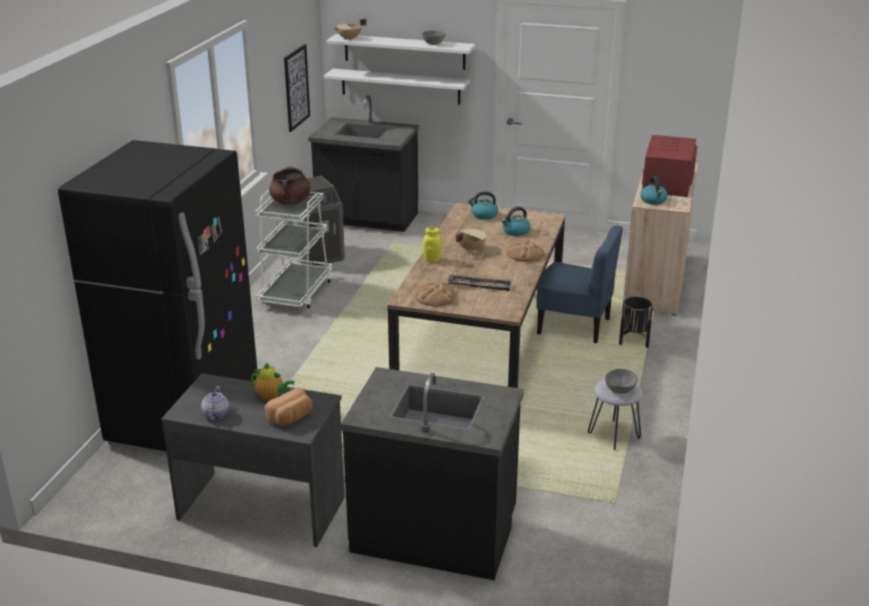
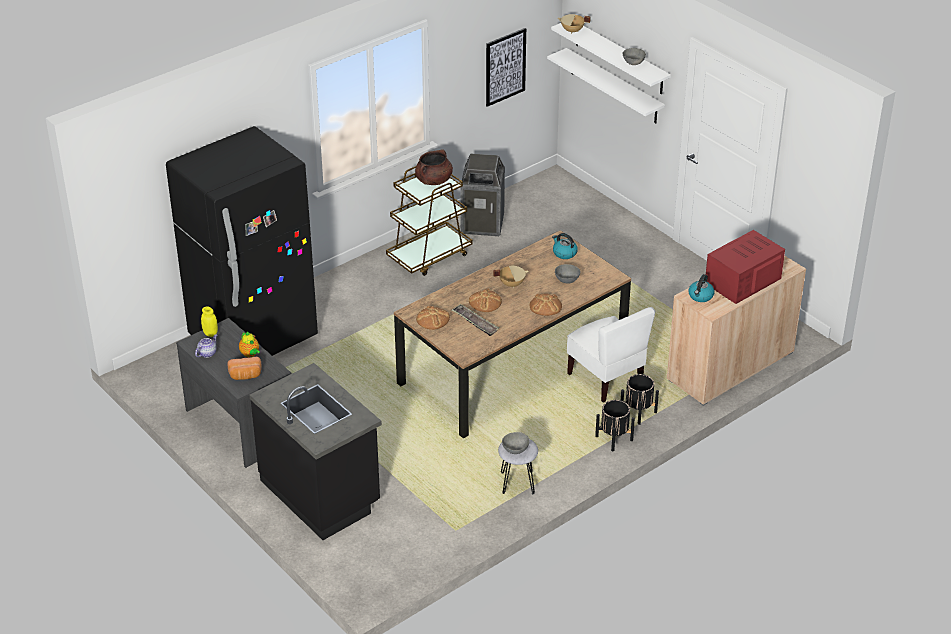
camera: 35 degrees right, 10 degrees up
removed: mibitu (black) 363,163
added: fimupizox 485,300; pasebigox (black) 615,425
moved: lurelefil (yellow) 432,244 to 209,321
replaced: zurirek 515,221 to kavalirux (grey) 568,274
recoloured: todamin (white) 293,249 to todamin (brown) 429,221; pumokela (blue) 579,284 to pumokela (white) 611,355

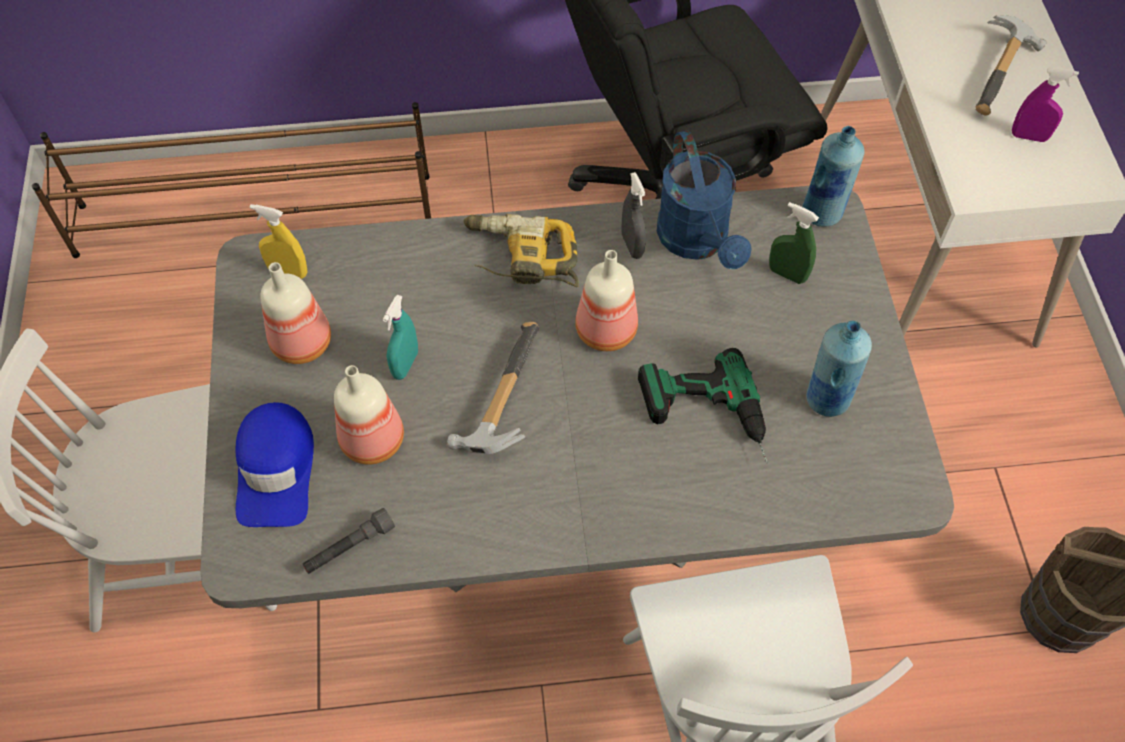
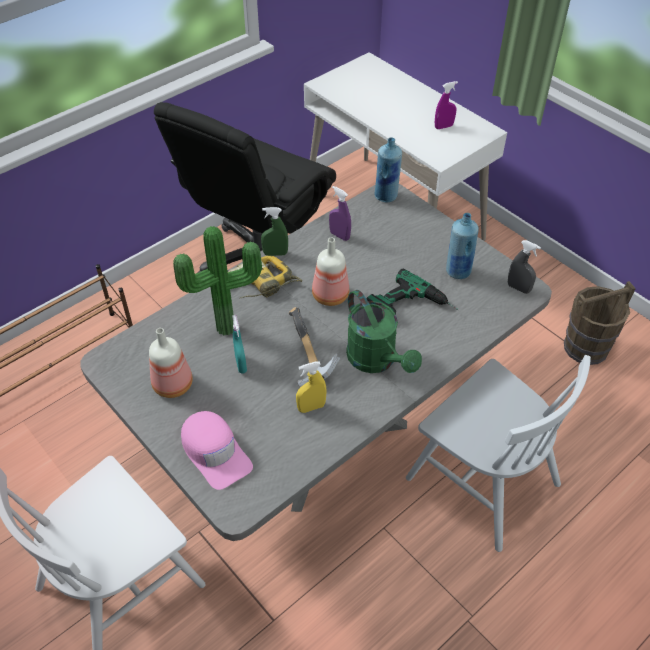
camera: 35 degrees left, 10 degrees down
removed: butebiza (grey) 349,541; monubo 369,415; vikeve 1010,65
added: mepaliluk 217,281; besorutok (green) 384,331
moved: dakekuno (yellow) 279,241 to 311,387; dakekuno (grey) 634,215 to 524,267; dakekuno (green) 794,243 to 274,231
replaced: besorutok (blue) 704,199 to dakekuno (purple) 340,213
recoloured: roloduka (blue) 275,464 to roloduka (pink) 217,450

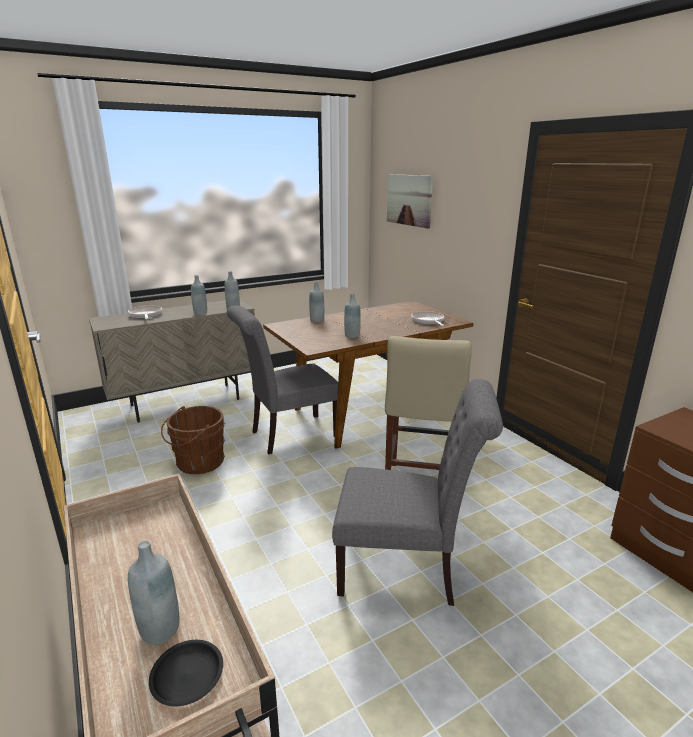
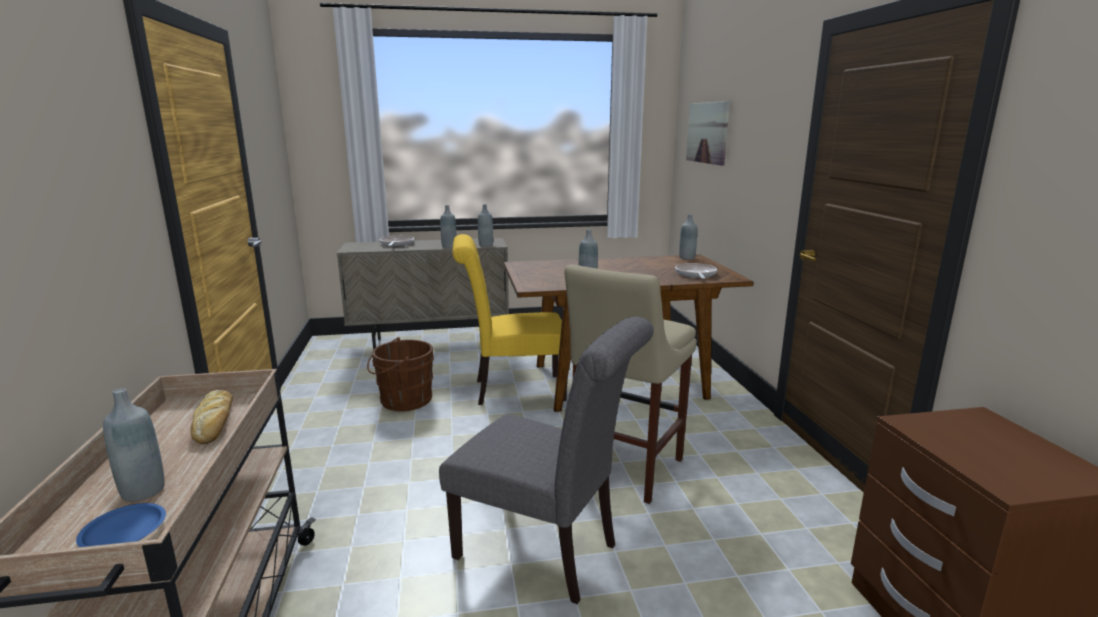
camera: 20 degrees right, 5 degrees down
added: fimupizox 211,417
moved: monubo (grey) 316,302 to 688,236
recoloured: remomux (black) 186,673 to remomux (blue) 121,525; pumokela (grey) 282,379 to pumokela (yellow) 509,319

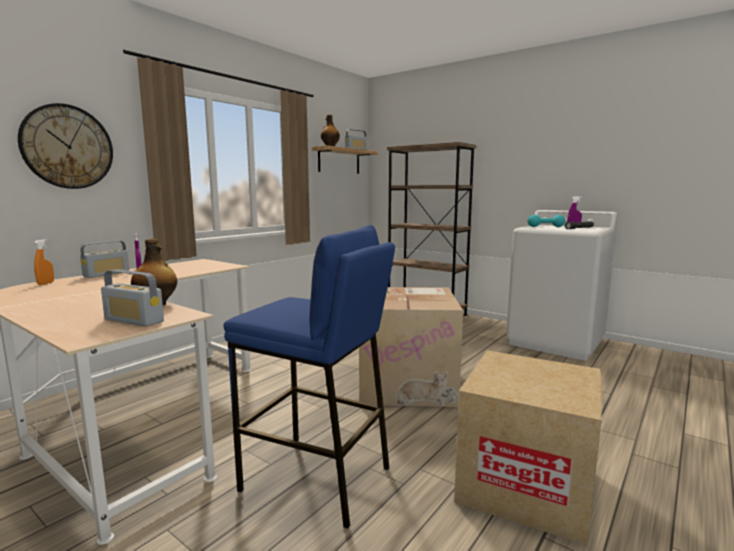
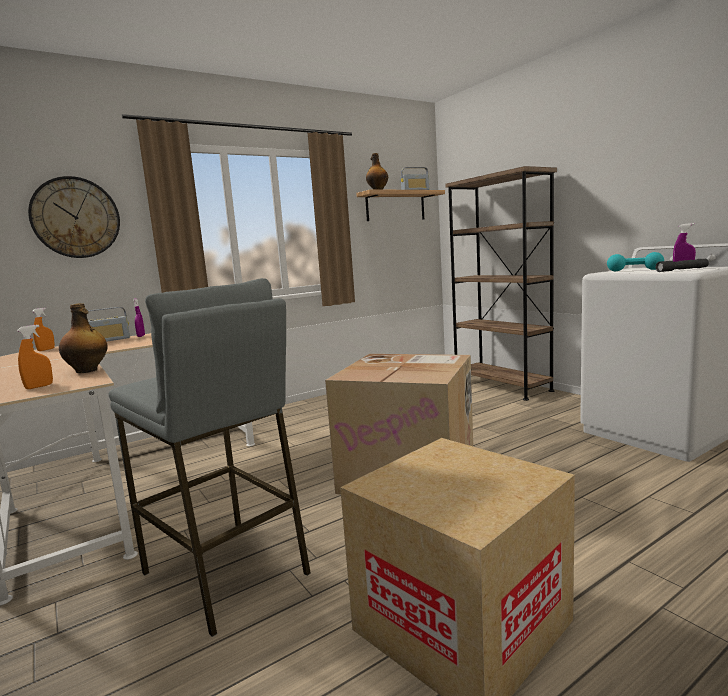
camera: 20 degrees right, 0 degrees up
replaced: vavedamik 132,298 to dakekuno (orange) 35,357
recoloured: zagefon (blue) 309,377 to zagefon (grey) 209,457

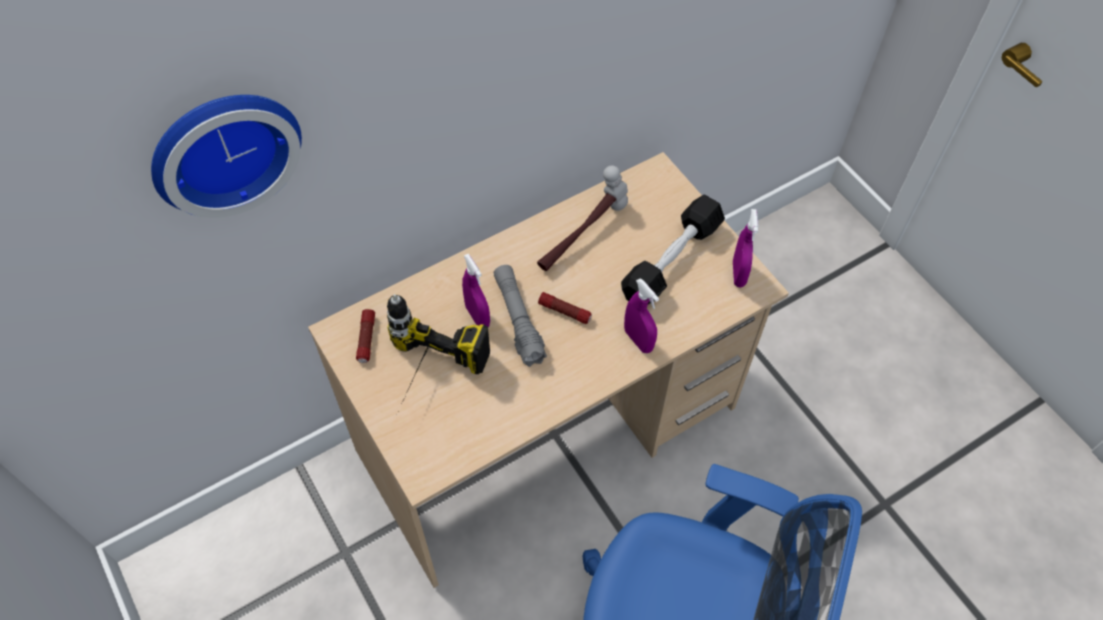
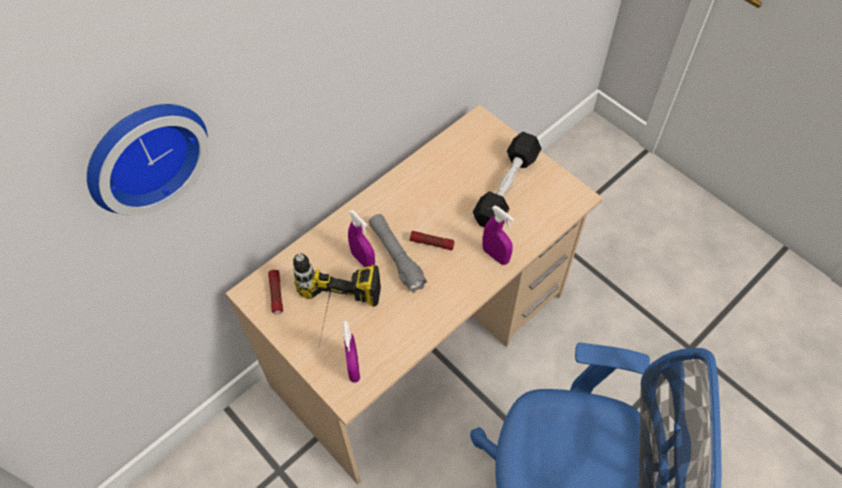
camera: 10 degrees left, 0 degrees up
removed: vikeve 582,218
moved: dakekuno (purple) 746,248 to 351,352

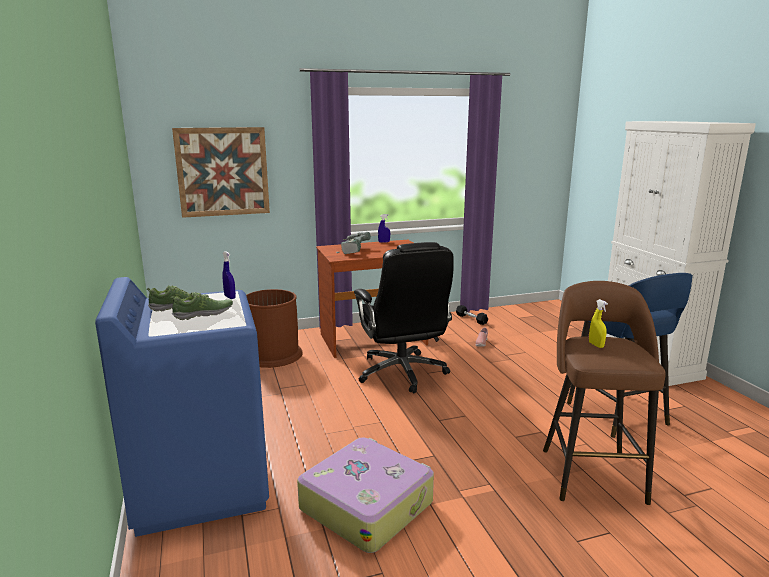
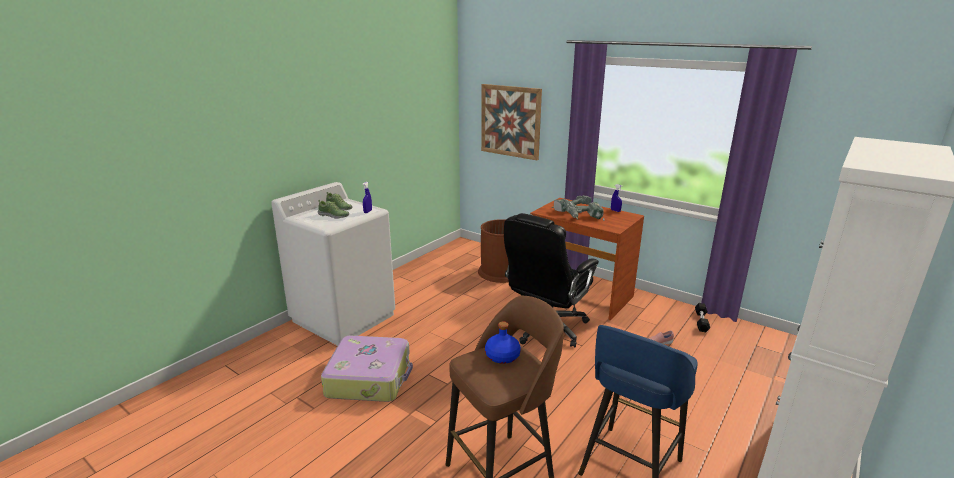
camera: 55 degrees right, 5 degrees up
added: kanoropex 585,211
replaced: dakekuno (yellow) 598,323 to monubo (blue) 503,342
recoloured: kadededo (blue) 182,407 to kadededo (white) 333,264

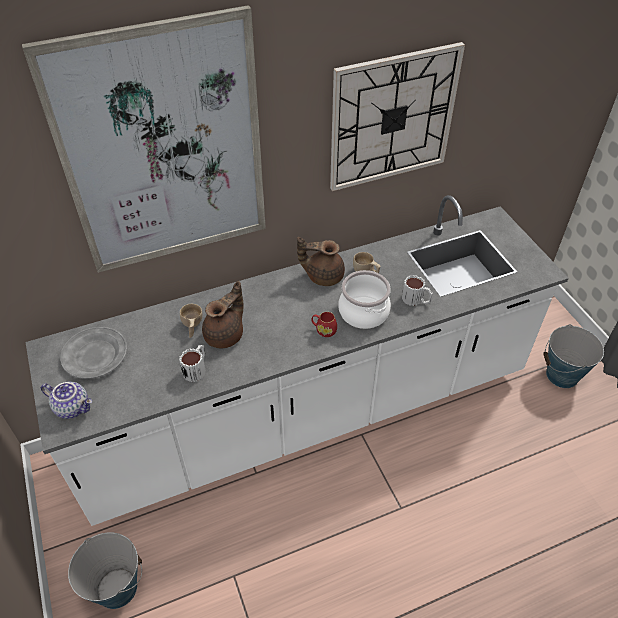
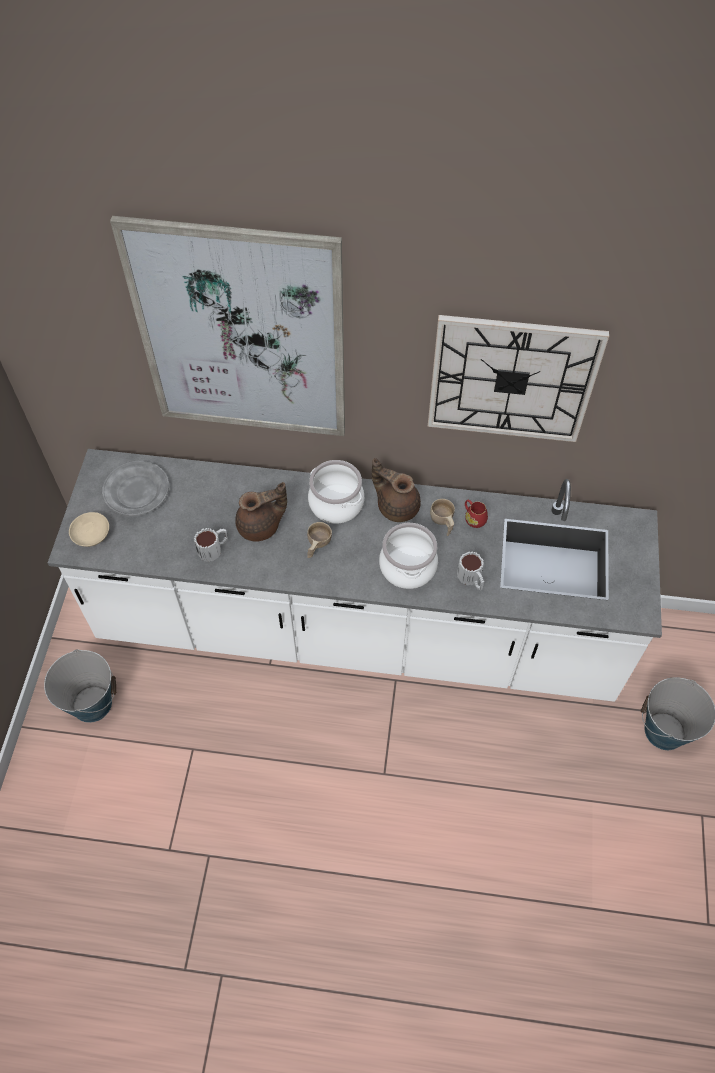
camera: 30 degrees right, 10 degrees up
added: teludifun 336,492
moved: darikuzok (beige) 191,321 to 319,540; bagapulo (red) 324,324 to 476,514
replaced: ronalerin 66,400 to kavalirux (beige) 89,529

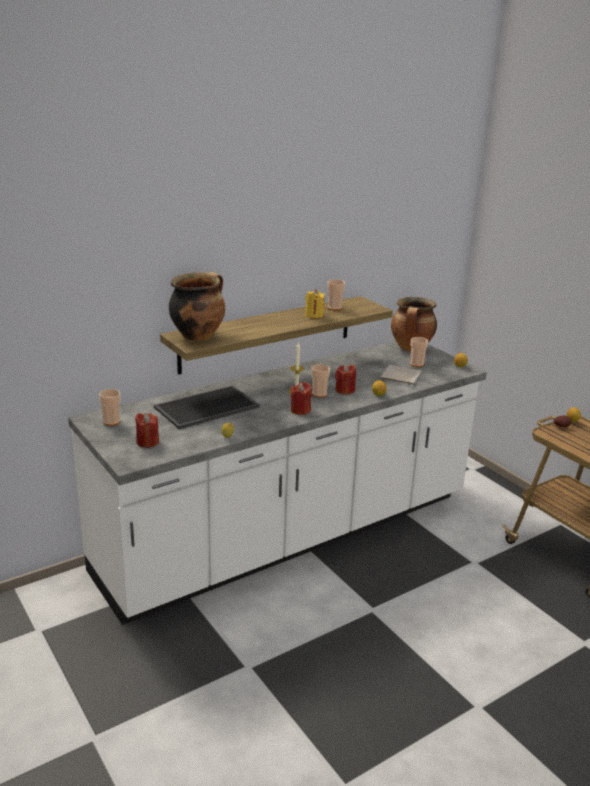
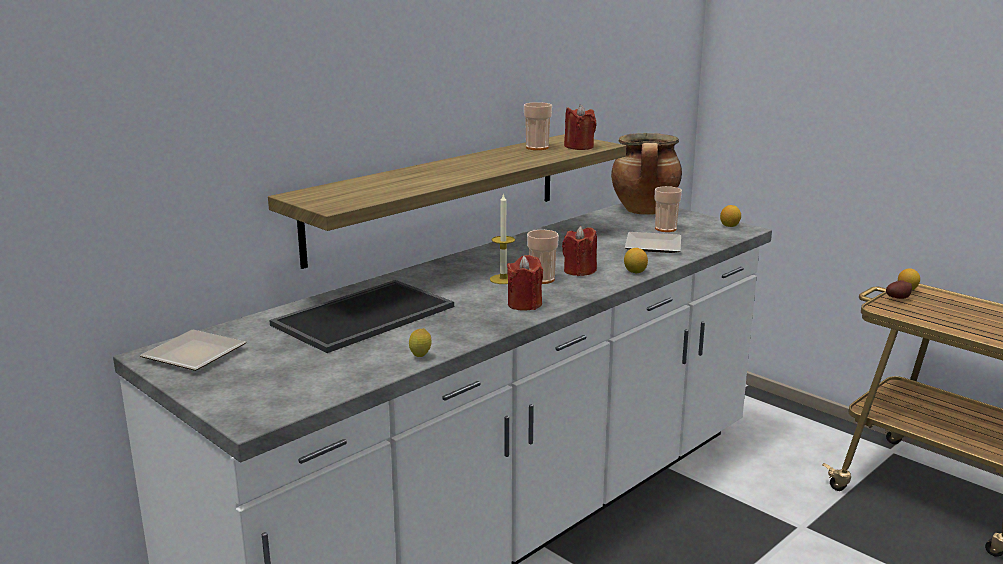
camera: 10 degrees left, 5 degrees down
removed: teludifun 197,306; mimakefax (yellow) 315,304
moved: mimakefax (red) 147,430 to 580,127
replaced: darikuzok 110,407 to remomux 193,350

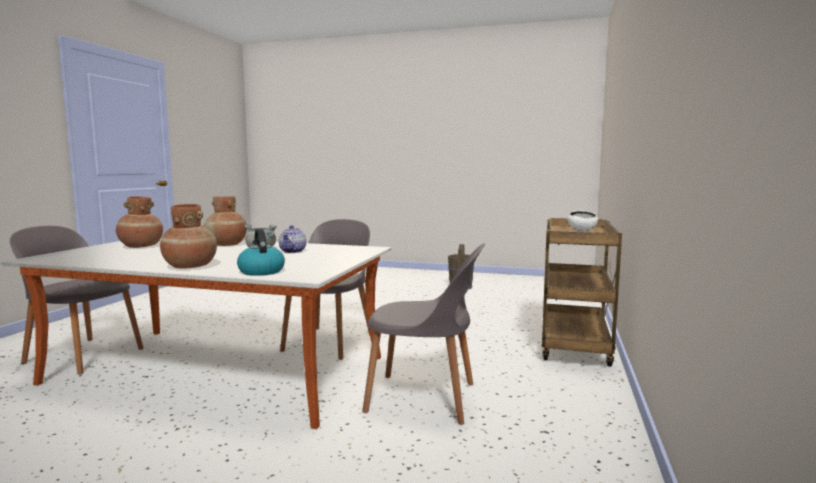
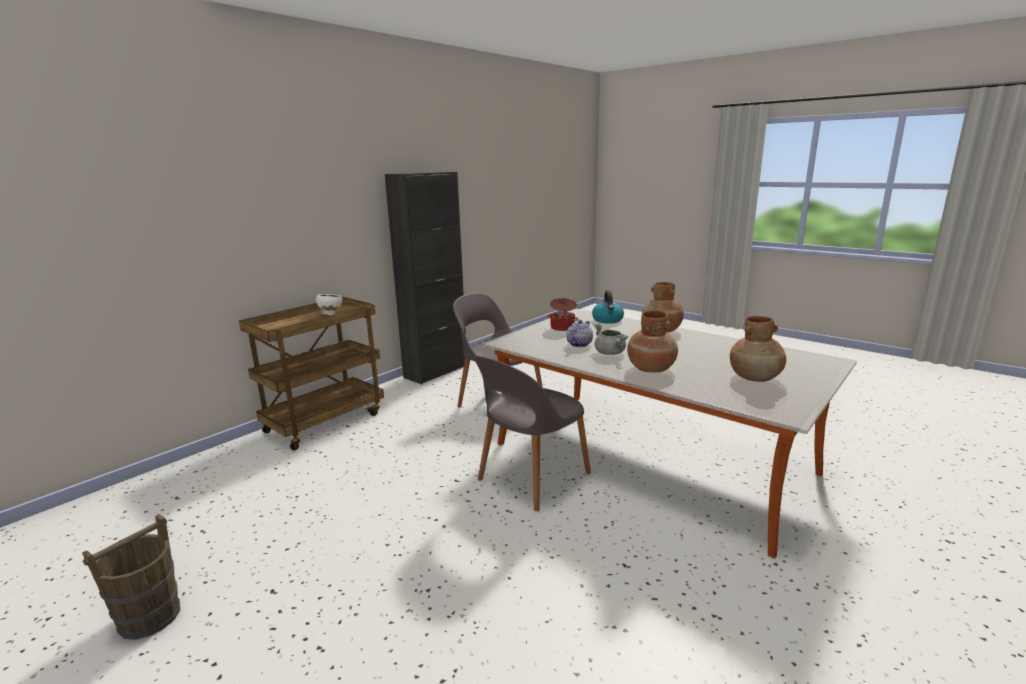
camera: 155 degrees left, 10 degrees up
removed: pumokela (grey) 77,300
added: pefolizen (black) 425,278; teludifun 563,314

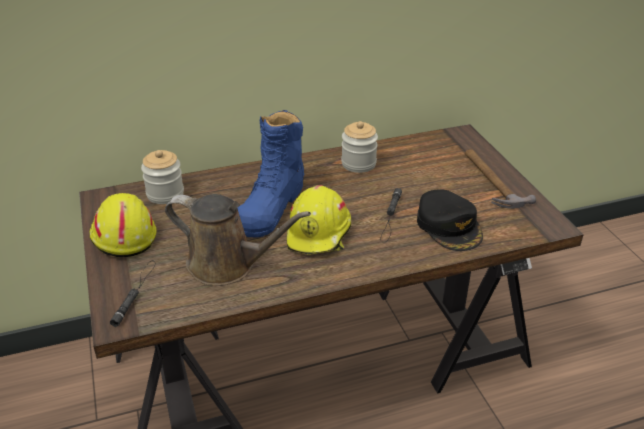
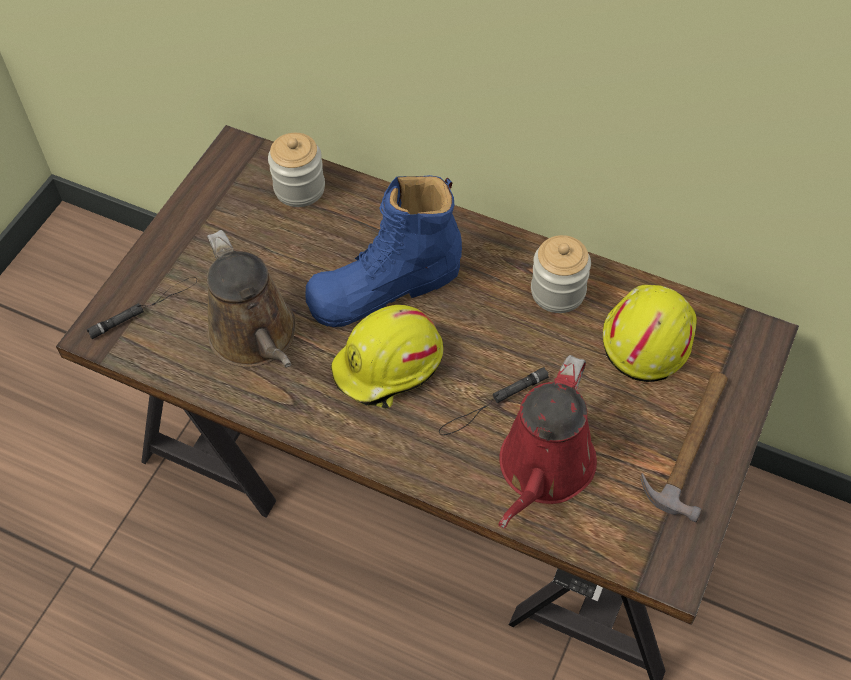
camera: 45 degrees right, 20 degrees up
moved: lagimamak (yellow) 123,225 to 650,333
replaced: roloduka (black) 450,220 to besorutok (red) 547,441

